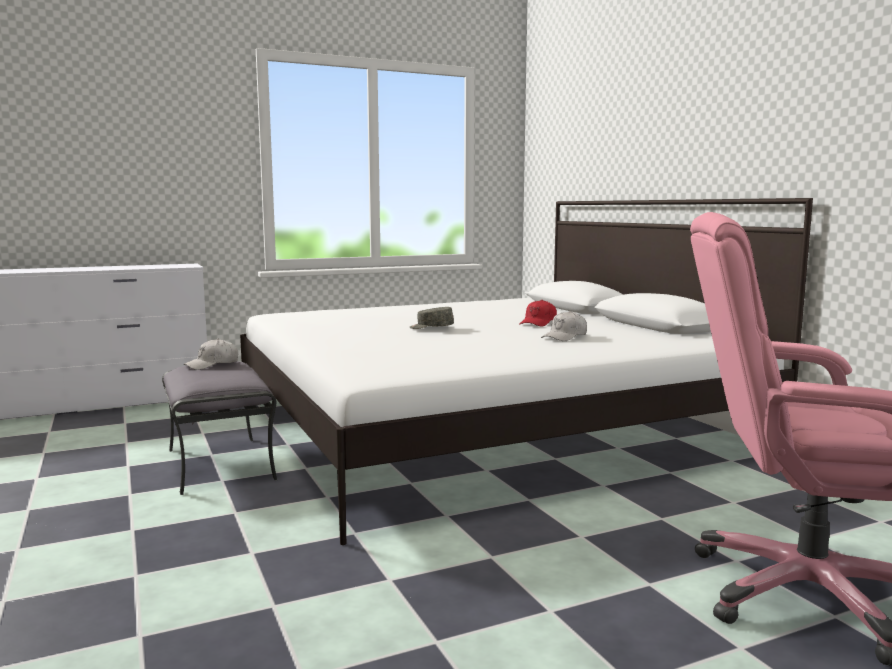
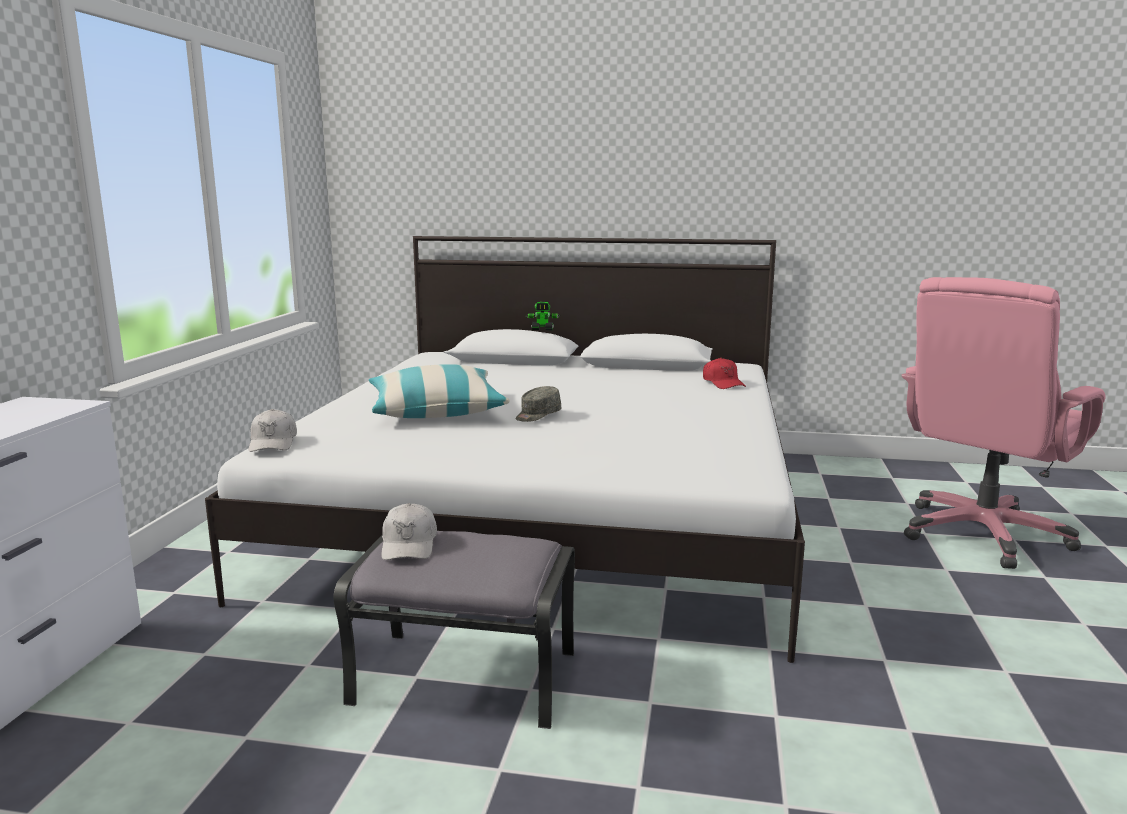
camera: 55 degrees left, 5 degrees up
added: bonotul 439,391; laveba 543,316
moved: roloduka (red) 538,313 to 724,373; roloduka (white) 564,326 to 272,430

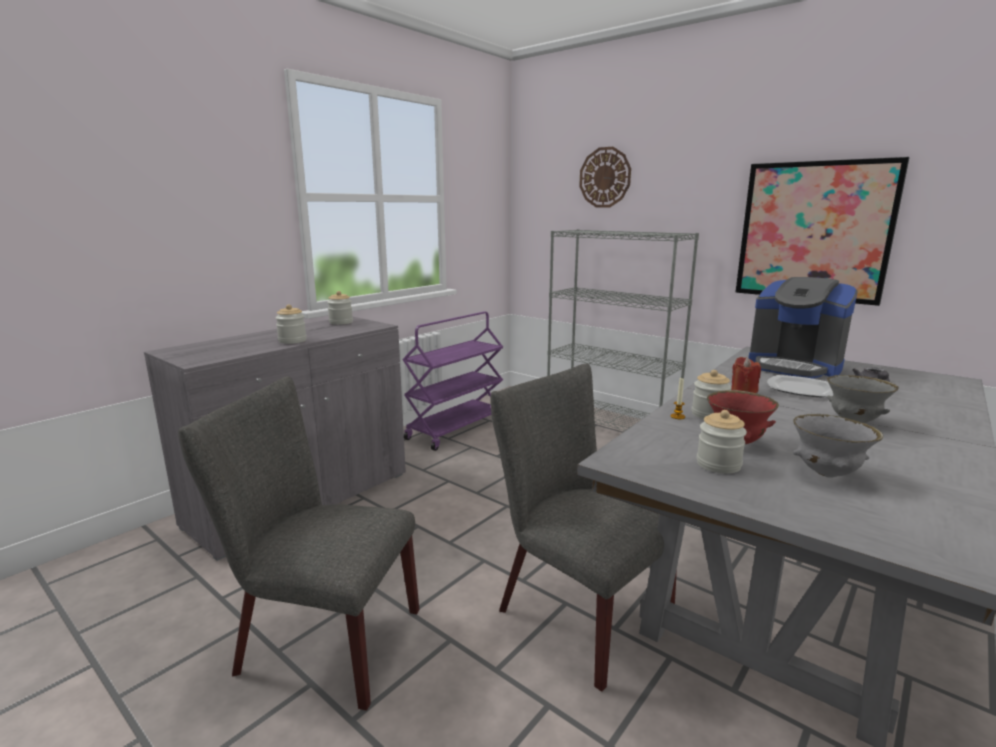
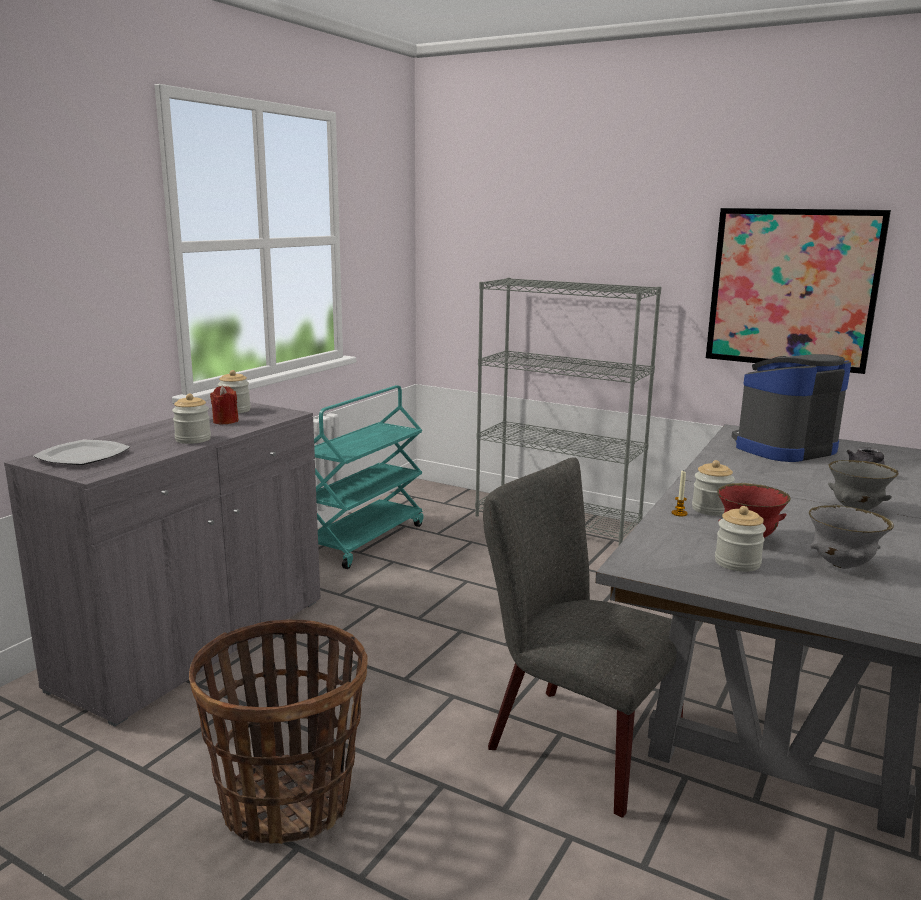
camera: 10 degrees left, 0 degrees up
removed: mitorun 605,177
moved: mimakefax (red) 746,375 to 224,405; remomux 800,386 to 81,452
replaced: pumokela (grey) 299,543 to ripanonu 278,732
recoloured: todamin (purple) 452,381 to todamin (turquoise) 368,477
turned: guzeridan 803,327 = 791,408 120 degrees clockwise

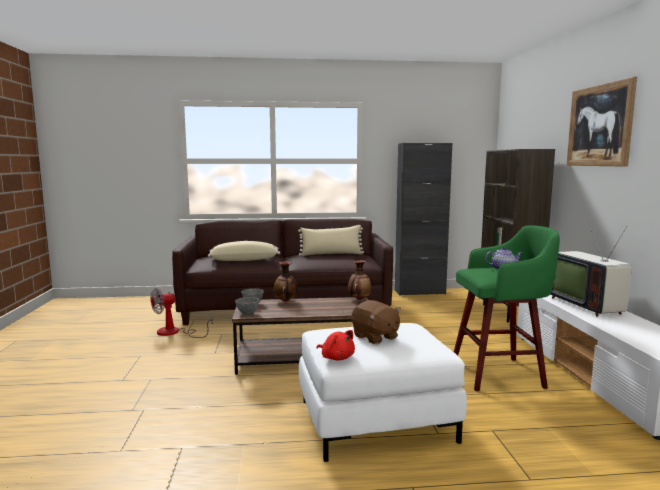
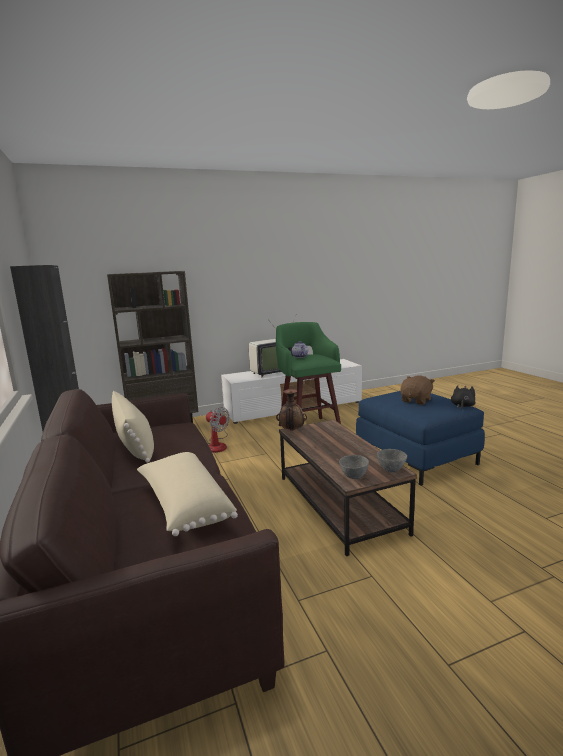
camera: 105 degrees left, 5 degrees up
removed: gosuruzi 286,281; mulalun 601,122
moved: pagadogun 181,313 to 218,430
recoloured: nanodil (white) 383,392 to nanodil (blue) 420,438; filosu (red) 336,345 to filosu (black) 463,397

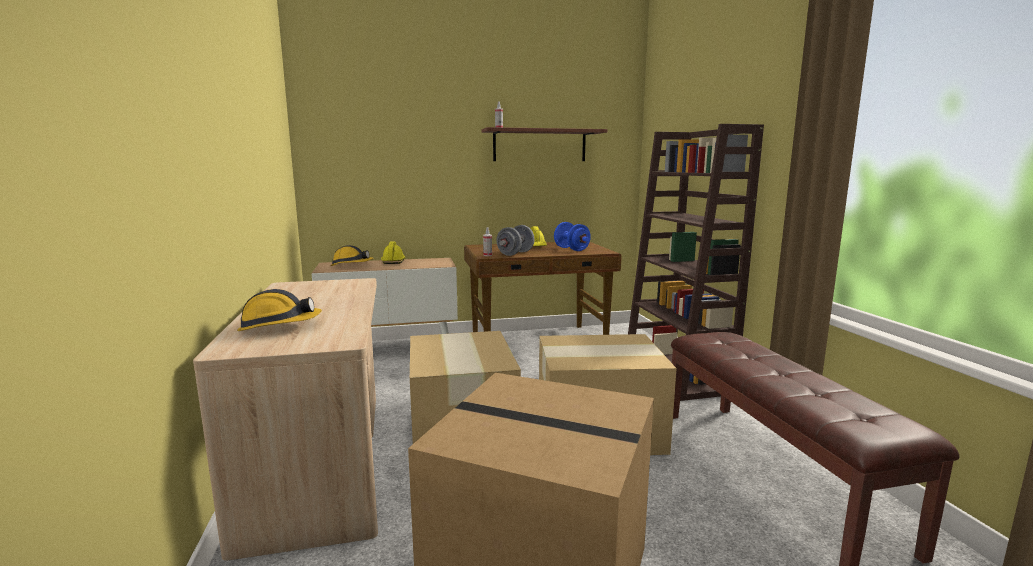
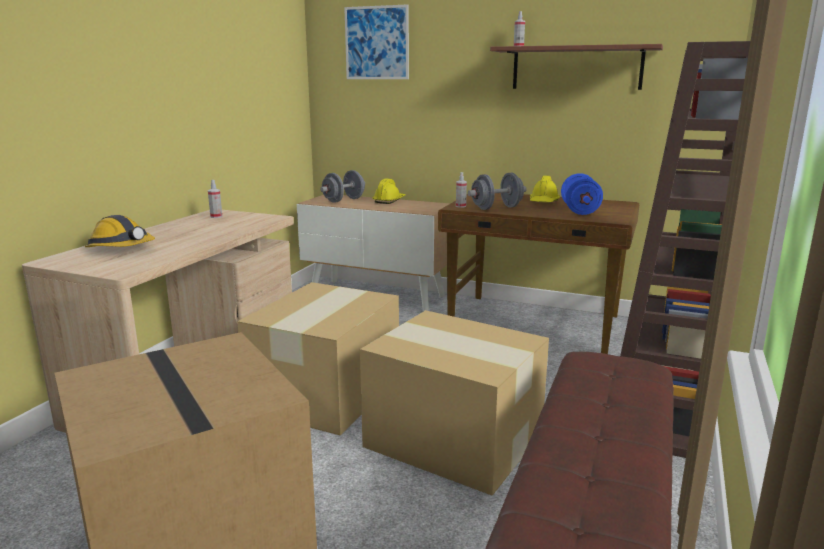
camera: 35 degrees right, 5 degrees up
added: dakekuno 215,199; mulalun 376,41
replaced: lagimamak 352,255 to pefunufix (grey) 342,186

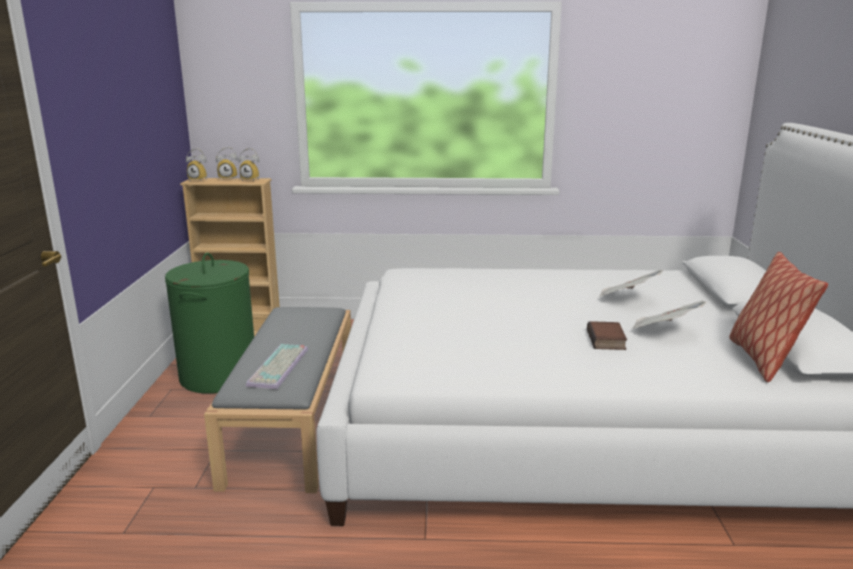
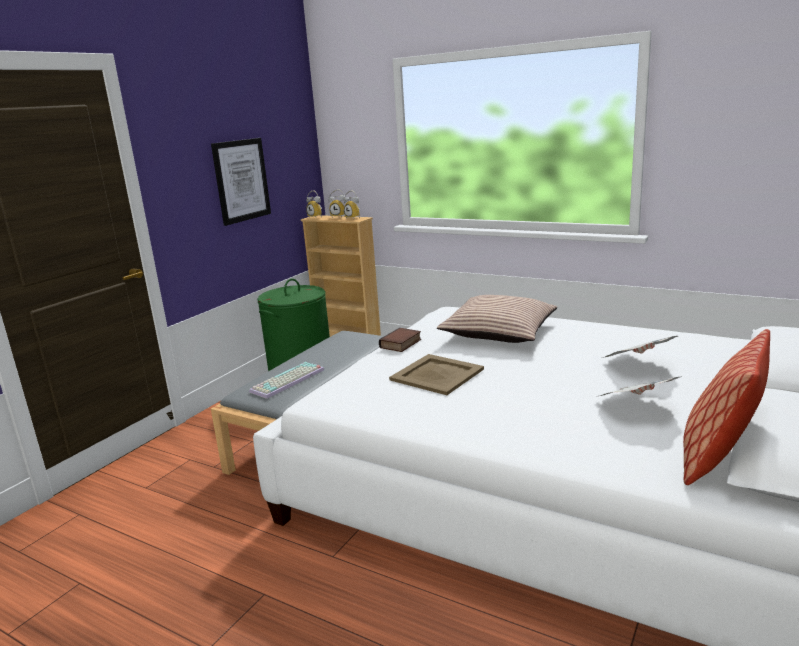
camera: 30 degrees right, 0 degrees up
added: mulalun 241,182; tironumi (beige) 436,374; bonotul 497,319
moved: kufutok 607,335 to 400,340

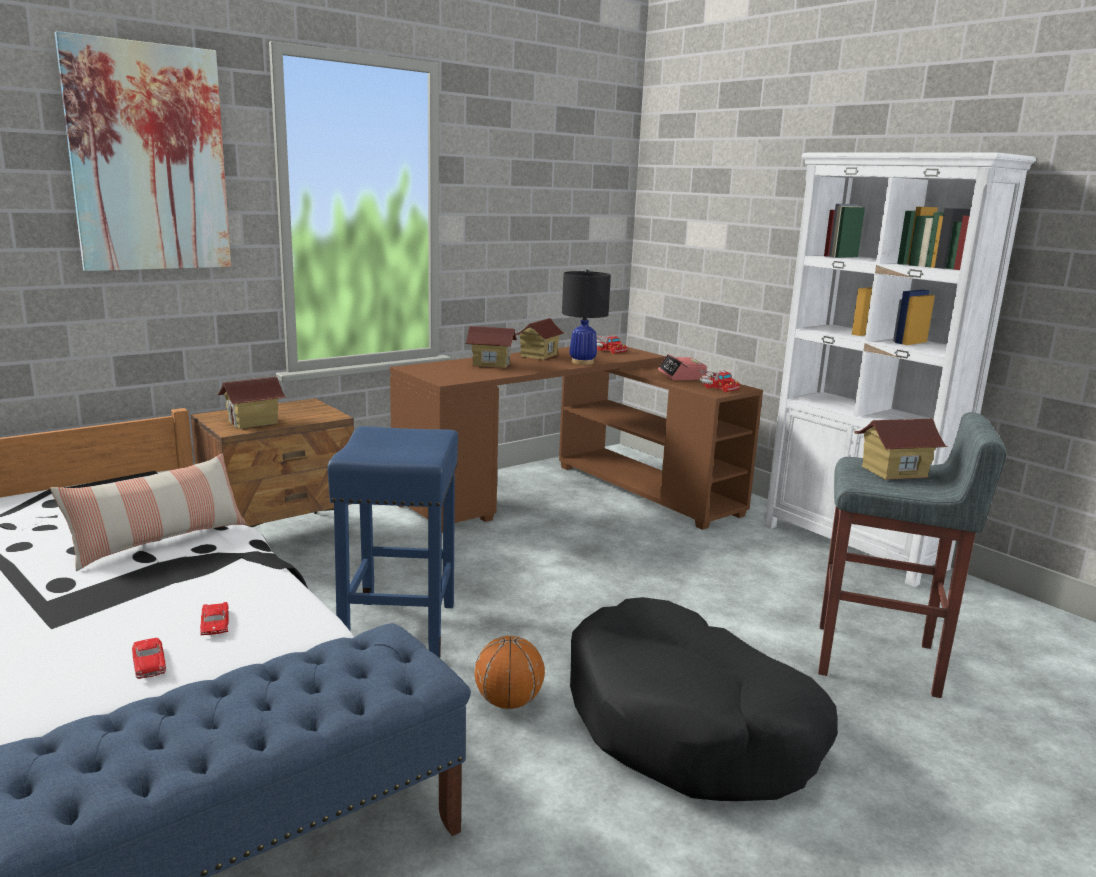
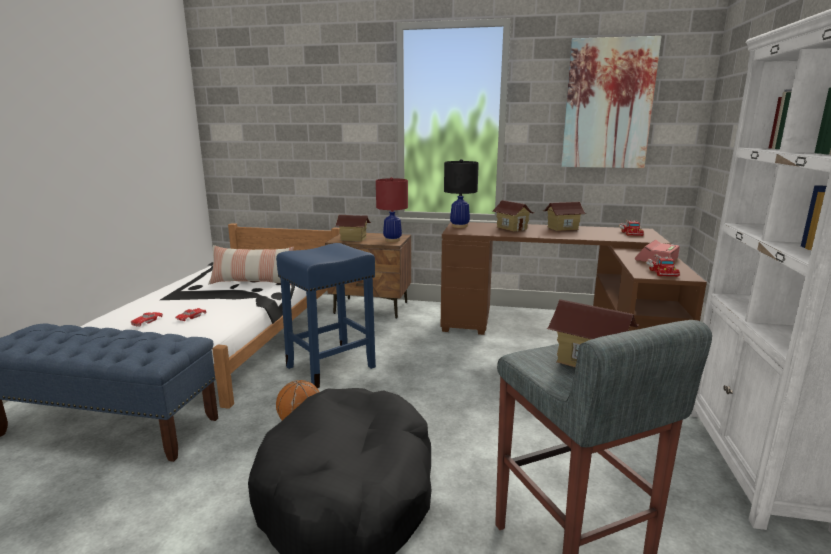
camera: 50 degrees right, 0 degrees up
added: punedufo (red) 392,209
moved: mulalun 143,151 to 611,102; punedufo (black) 586,317 to 461,193

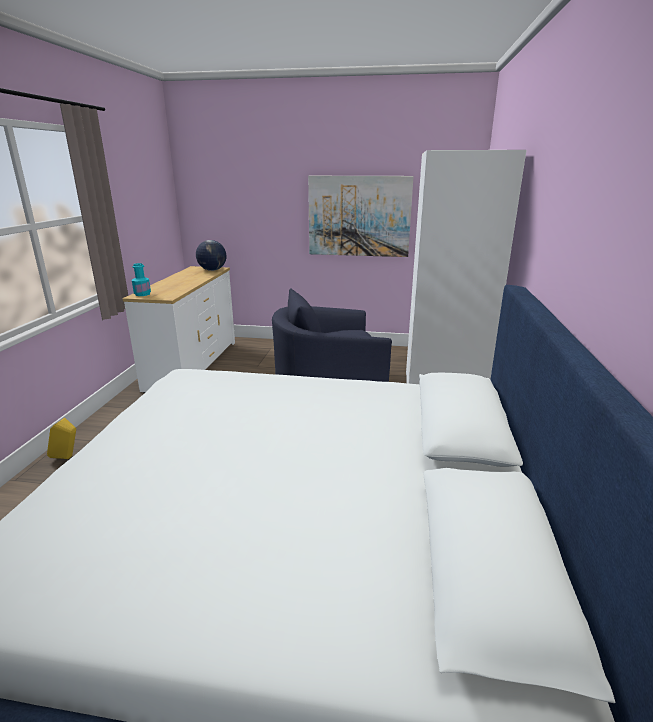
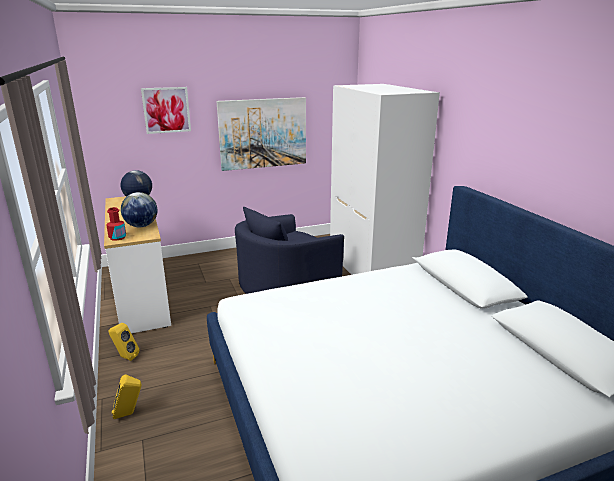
camera: 30 degrees left, 0 degrees up
added: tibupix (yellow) 124,342; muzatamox 139,209; mulalun 166,110
recoloured: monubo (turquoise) 141,279 to monubo (red) 116,223

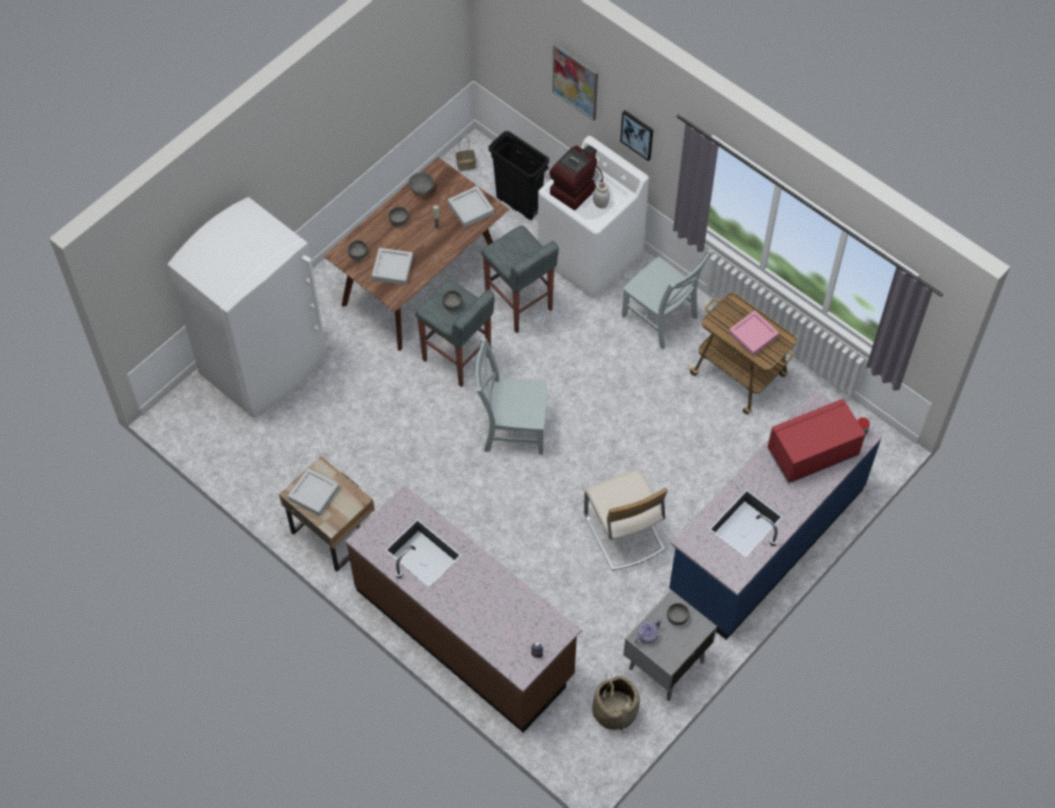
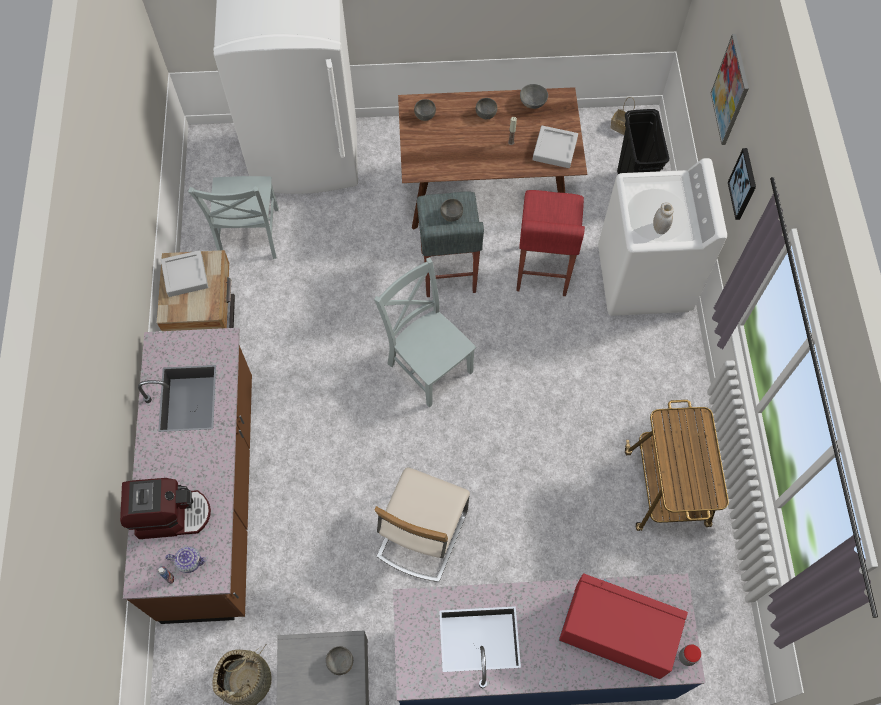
camera: 45 degrees right, 5 degrees up
removed: tironumi (grey) 392,266; tironumi (pink) 753,333
moved: guzeridan 576,178 to 165,508; pumokela (grey) 667,299 to 233,217; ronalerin 648,631 to 186,559
recoloured: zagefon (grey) 520,279 to zagefon (red) 550,243

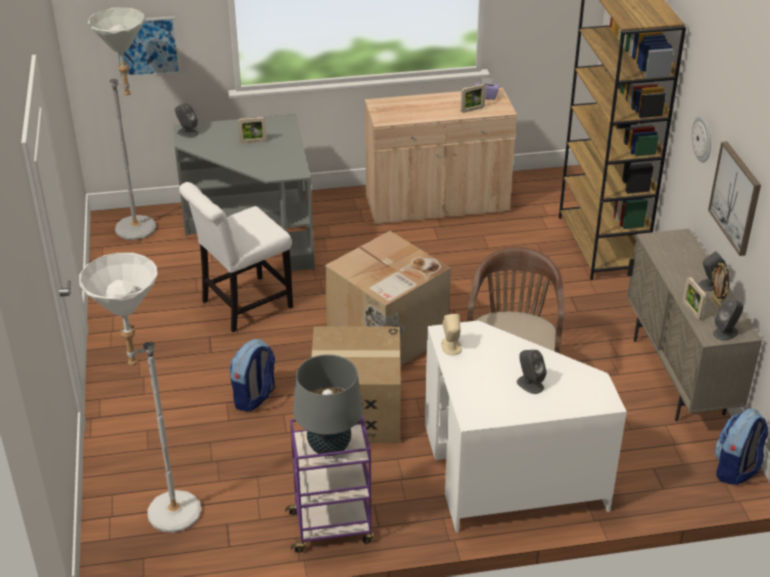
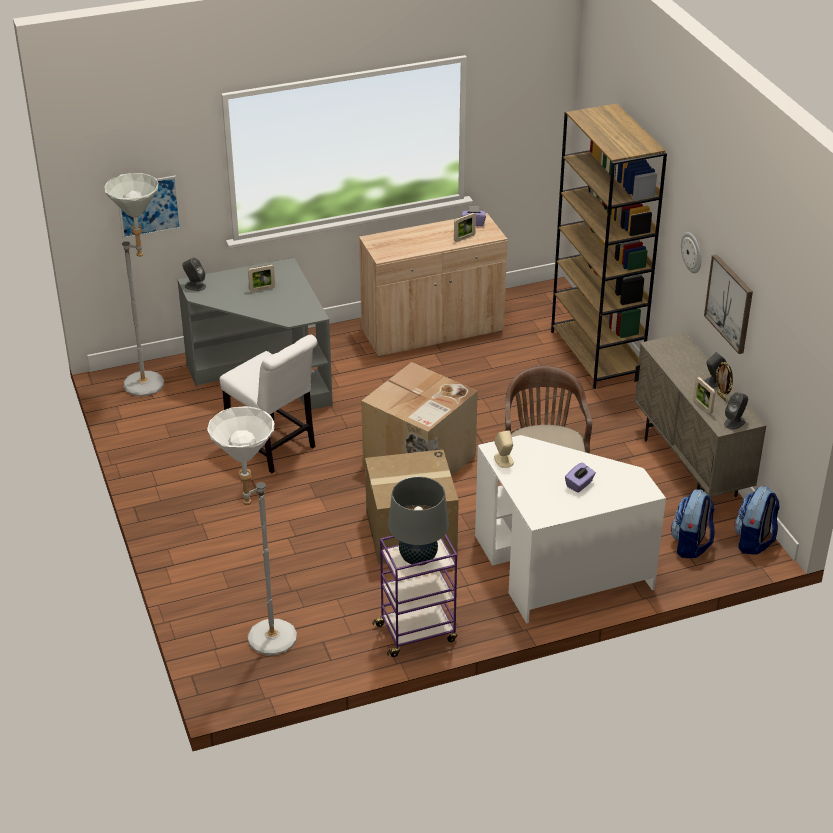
camera: 10 degrees left, 0 degrees up
moved: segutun 252,375 to 693,523
replaced: tibupix (grey) 532,372 to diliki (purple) 580,477
turned: pumokela (white) 236,257 = 269,404 90 degrees counterclockwise

